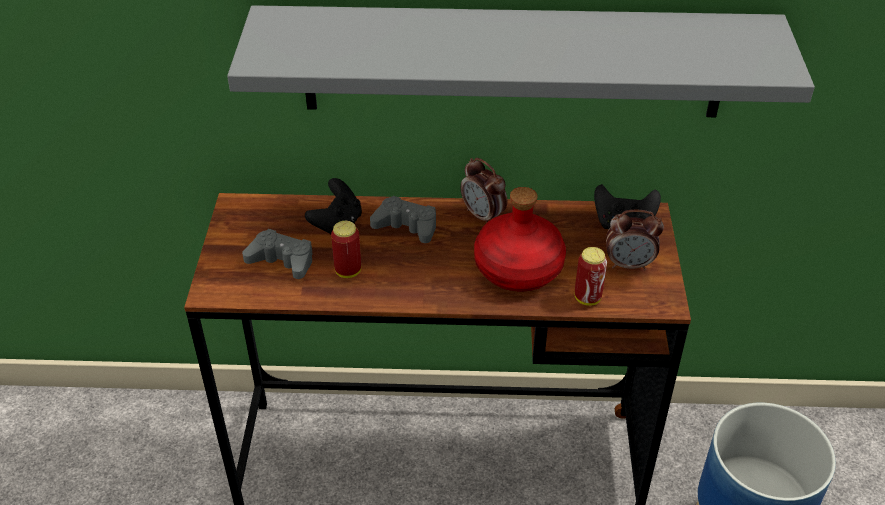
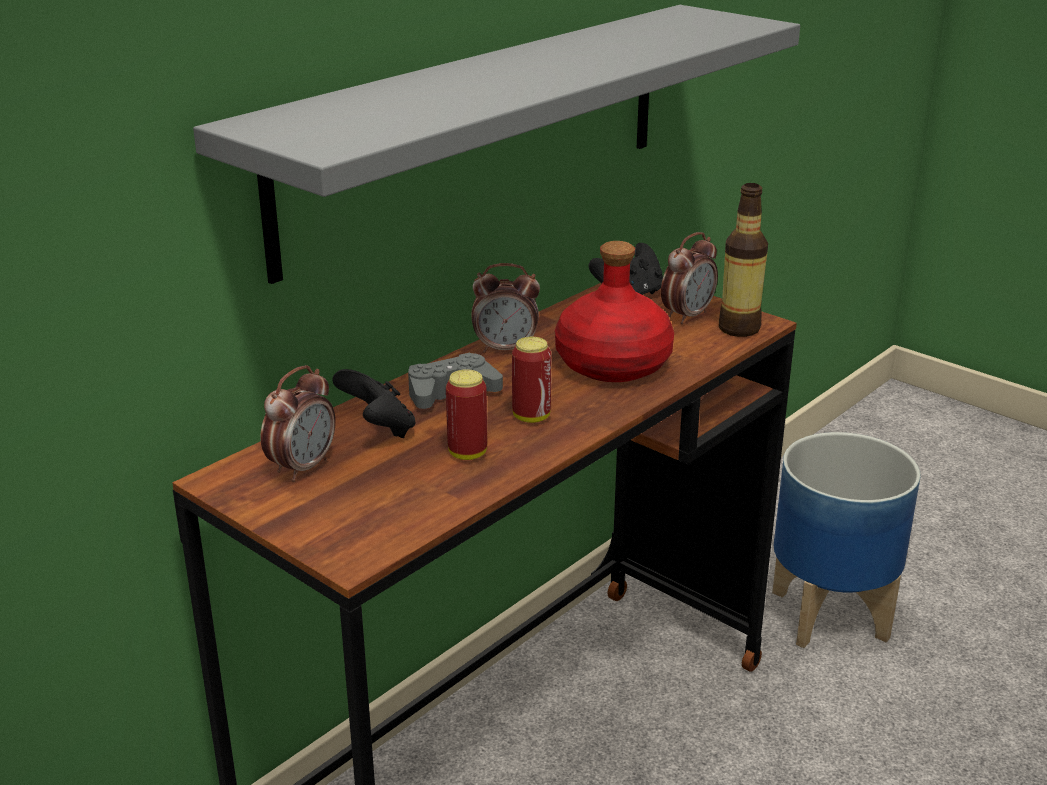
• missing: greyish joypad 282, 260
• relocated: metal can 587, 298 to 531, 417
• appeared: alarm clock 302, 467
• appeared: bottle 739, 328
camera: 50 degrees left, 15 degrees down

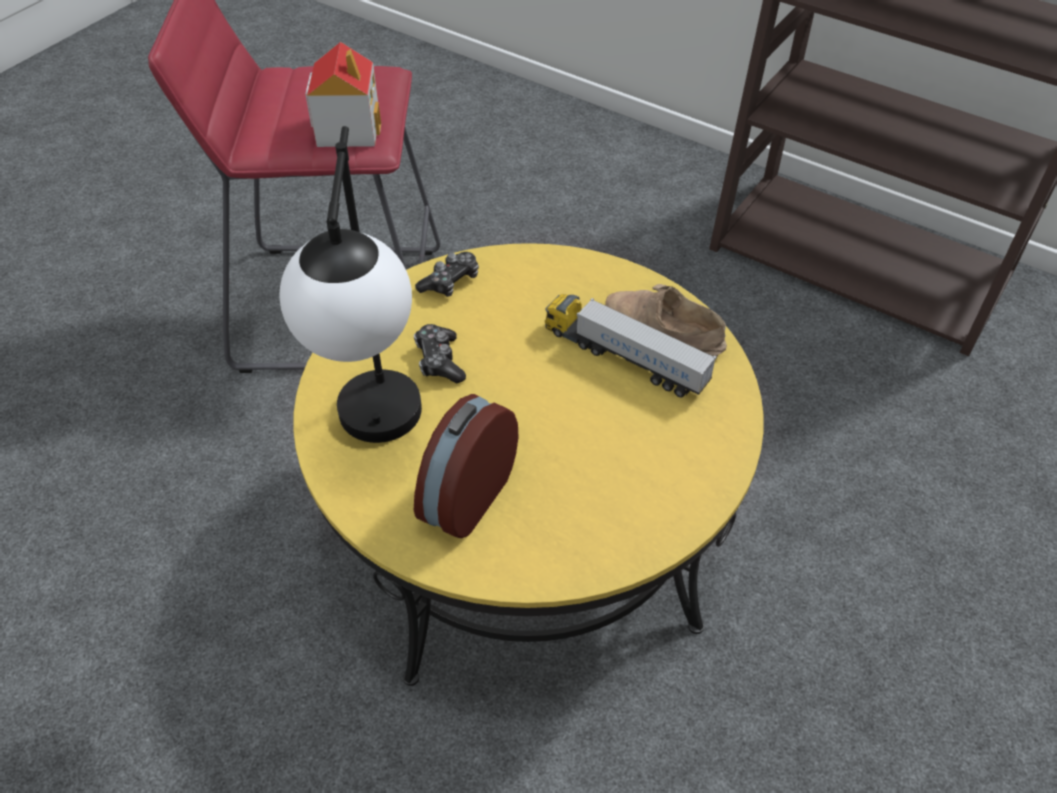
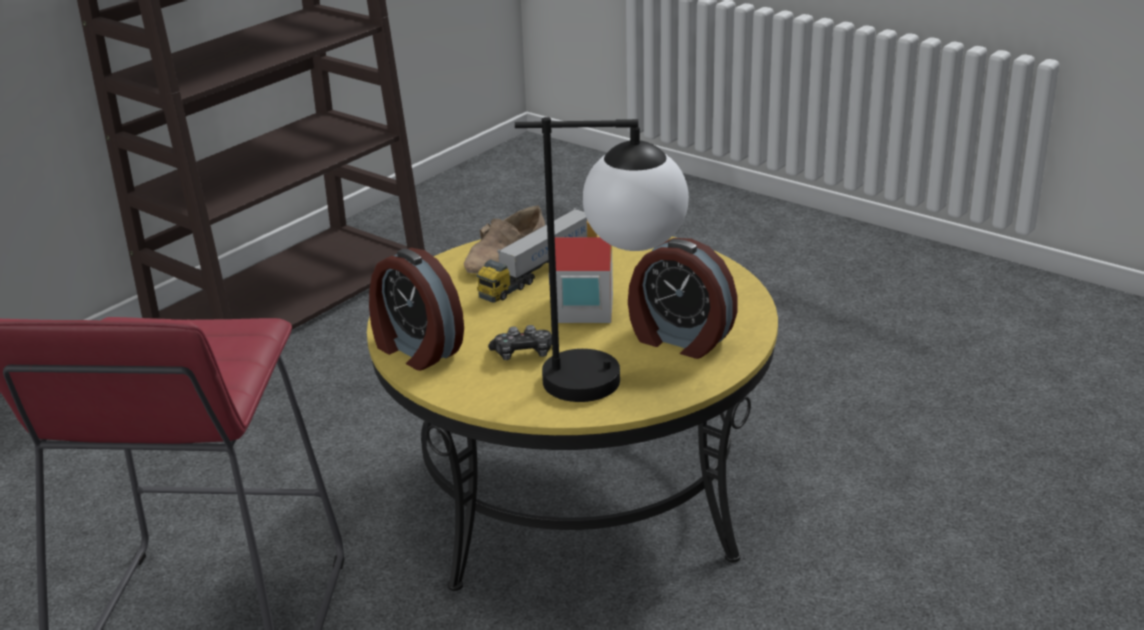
• relocated: model house 348, 128 to 582, 308
• exchanged: joypad 450, 282 to alarm clock 415, 350
camera: 85 degrees left, 20 degrees down

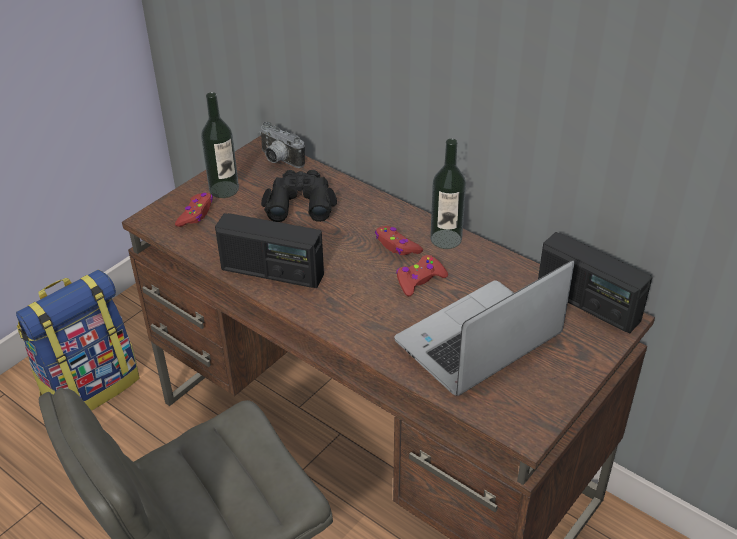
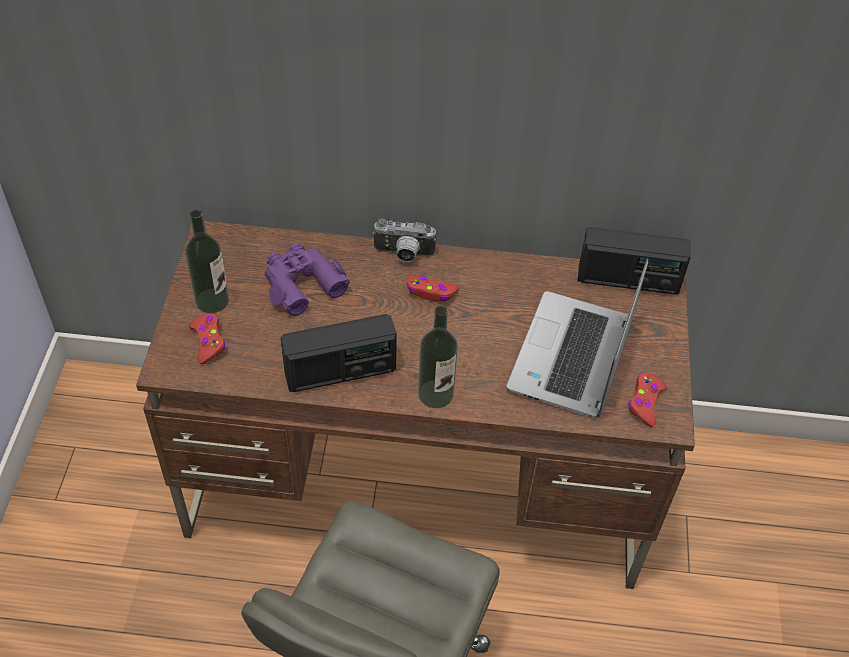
• missing: knapsack 91, 386
• relocated: photo camera 278, 160 to 403, 255
• colour: blackish field glasses 300, 202 to purple-coloured field glasses 302, 283
• relocated: reddish joypad 419, 280 to 645, 402
• relocated: bottle 446, 239 to 435, 394
camera: 35 degrees left, 10 degrees up

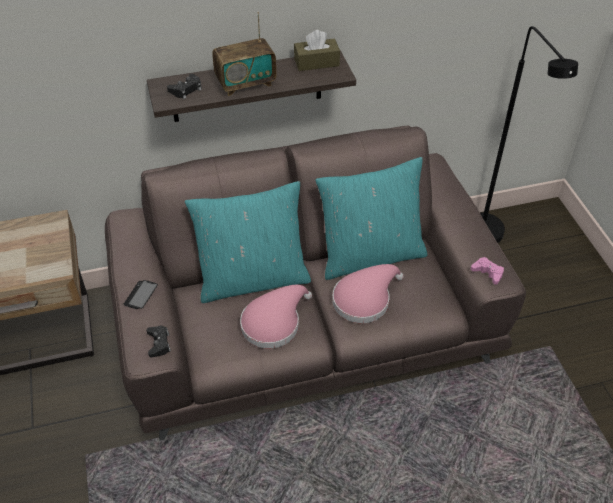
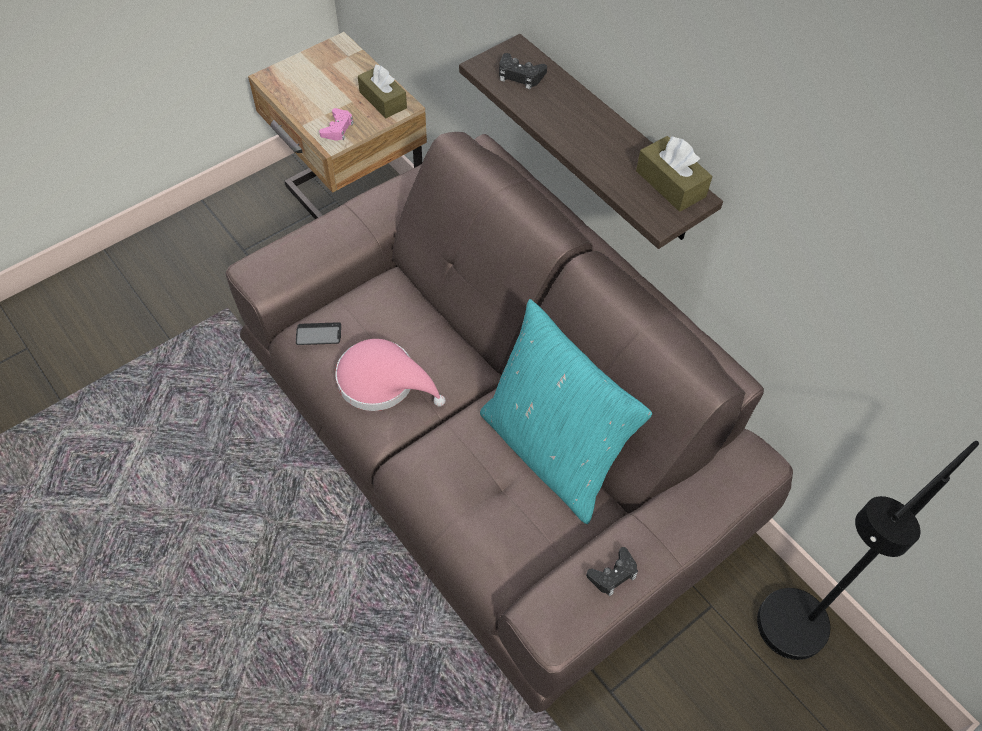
• relocated: phone 141, 295 to 318, 334
• relocated: blackish joypad 159, 343 to 613, 574
• missing: blue-green throw pillow 253, 279
• missing: radio 245, 83
• missing: pink hat 364, 299
• relocated: pink joypad 487, 273 to 337, 128
• appeared: brown box of tissues 383, 100
camera: 65 degrees right, 10 degrees up

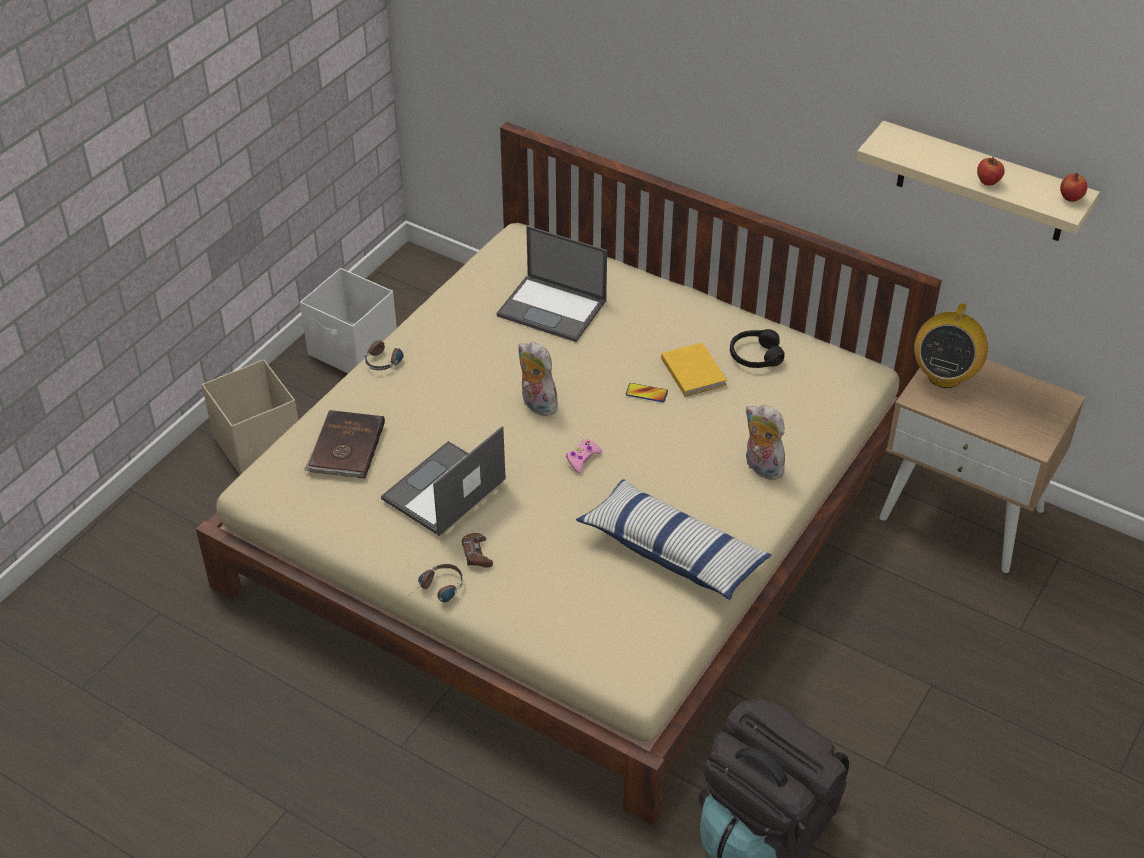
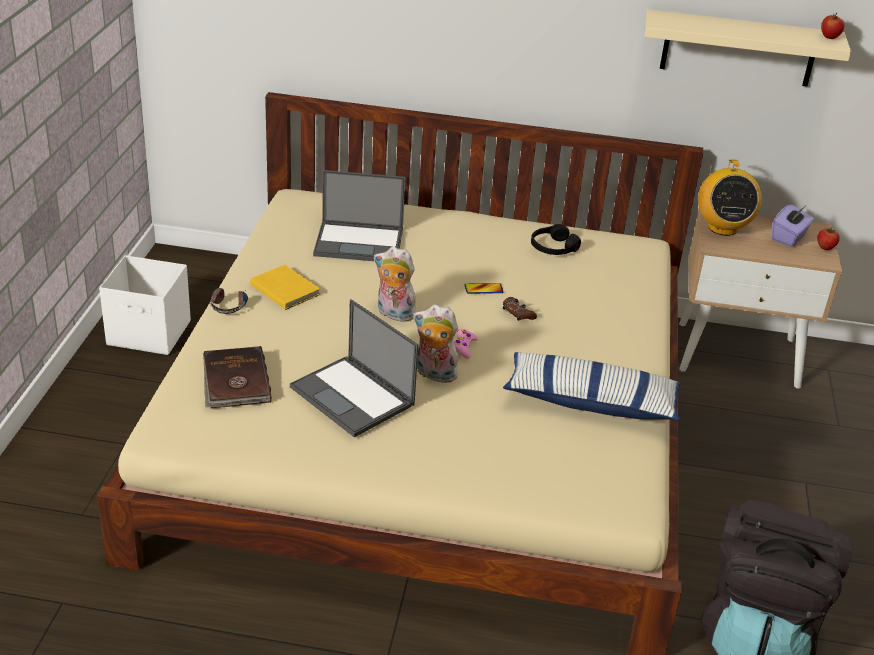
• missing: sand-coloured storage box 258, 444
• spun: portable computer 443, 490 = 353, 396 60 degrees counterclockwise
• missing: pair of headphones 437, 591
• relocated: brown joypad 477, 554 to 518, 313
• relocated: yellowish bound book 693, 370 to 285, 288
• relocated: plush toy 761, 467 to 434, 374
• relocated: whole apple 988, 182 to 825, 248
• appeared: purple-coloured box of tissues 789, 237
camera: 25 degrees left, 10 degrees down

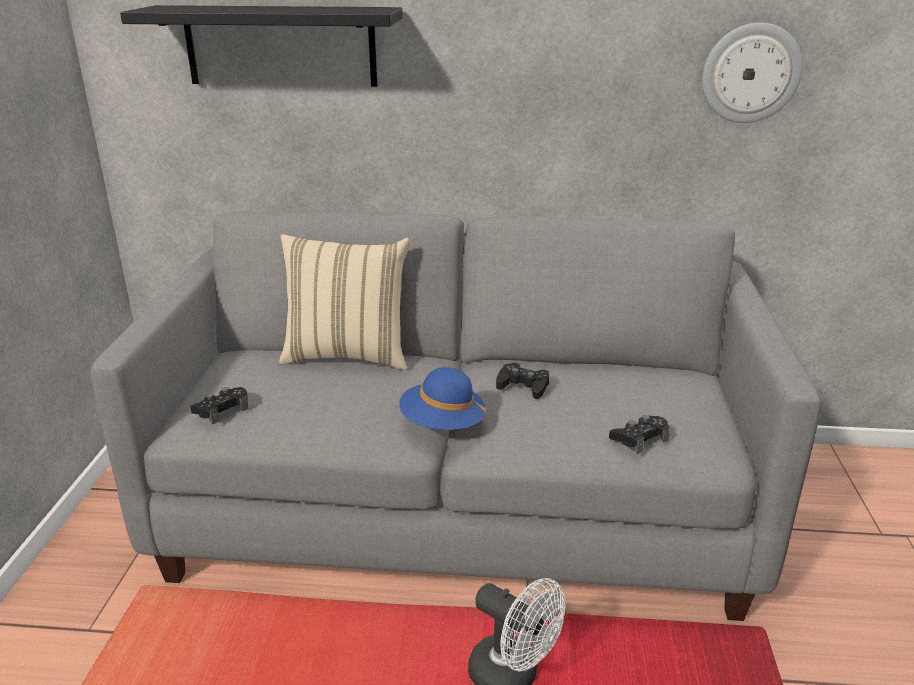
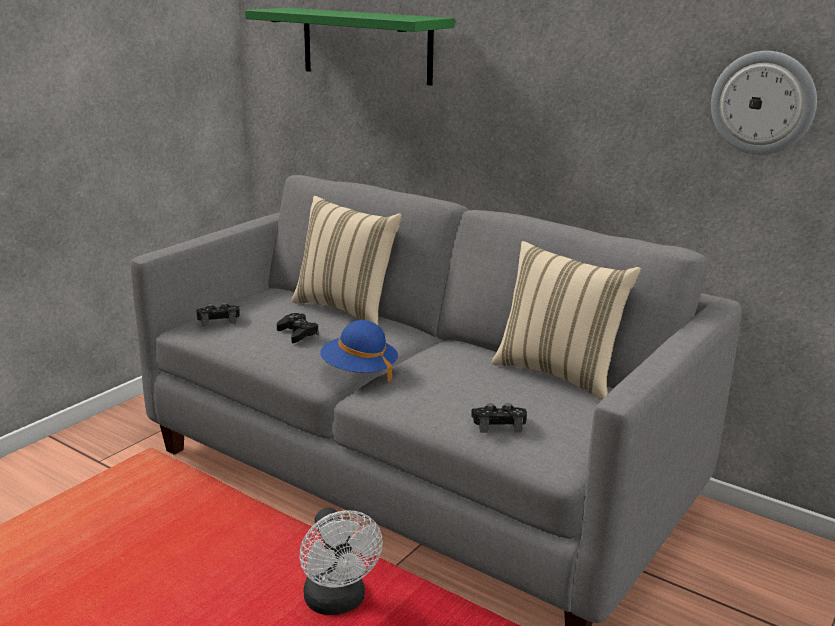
• colour: blackish bracket shelf 280, 46 to green-coloured bracket shelf 366, 45
• relocated: blackish joypad 523, 386 to 297, 333
• appeared: sand-coloured throw pillow 558, 373
camera: 30 degrees right, 5 degrees down

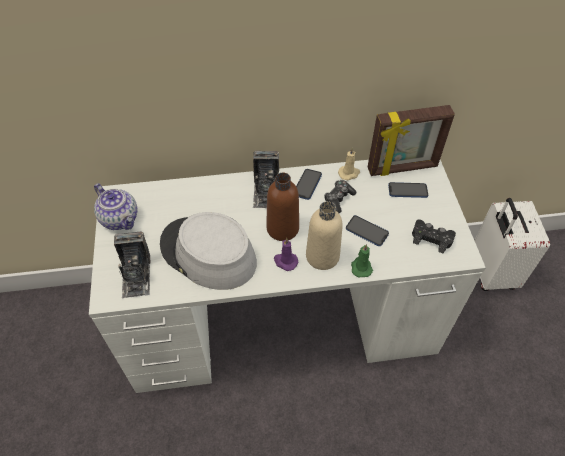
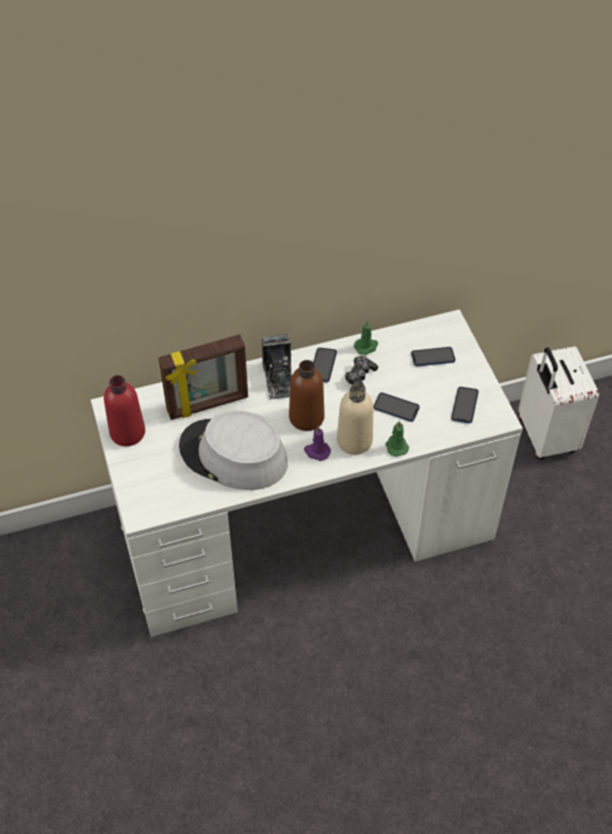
• exchanged: pot for tea 120, 219 to reddish bottle 127, 432
• missing: photo camera 136, 275
• colour: sand-coloured wax candle 349, 173 to green-coloured wax candle 366, 346
• relocated: picture frame 402, 168 to 208, 405
• exchanged: blackish joypad 431, 238 to phone 464, 406
camera: 10 degrees left, 0 degrees up

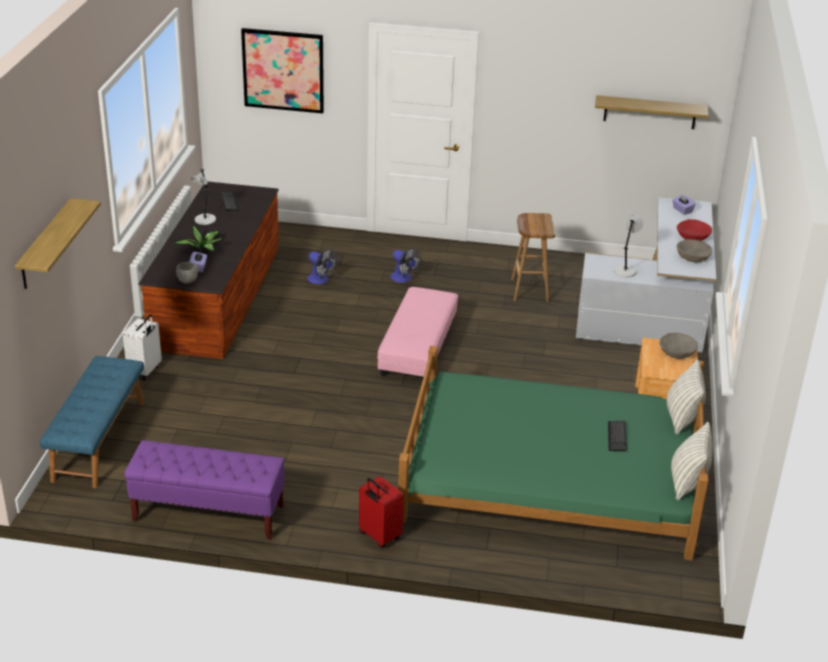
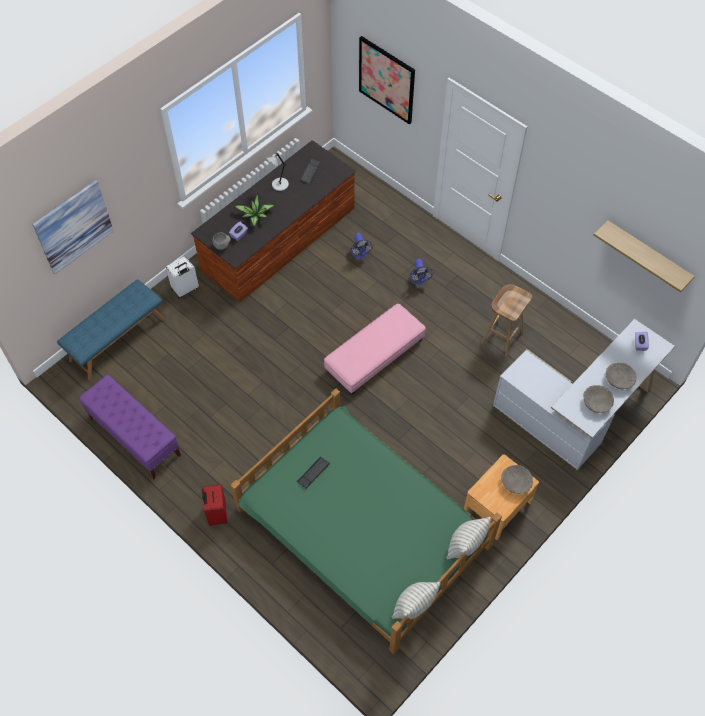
• exchanged: bracket shelf 45, 245 to wall picture 73, 226
• relocated: PC keyboard 616, 437 to 313, 473
• missing: greyish table lamp 625, 271
• colour: reddish deep dish 693, 236 to sand-coloured deep dish 619, 380
camera: 35 degrees right, 25 degrees up

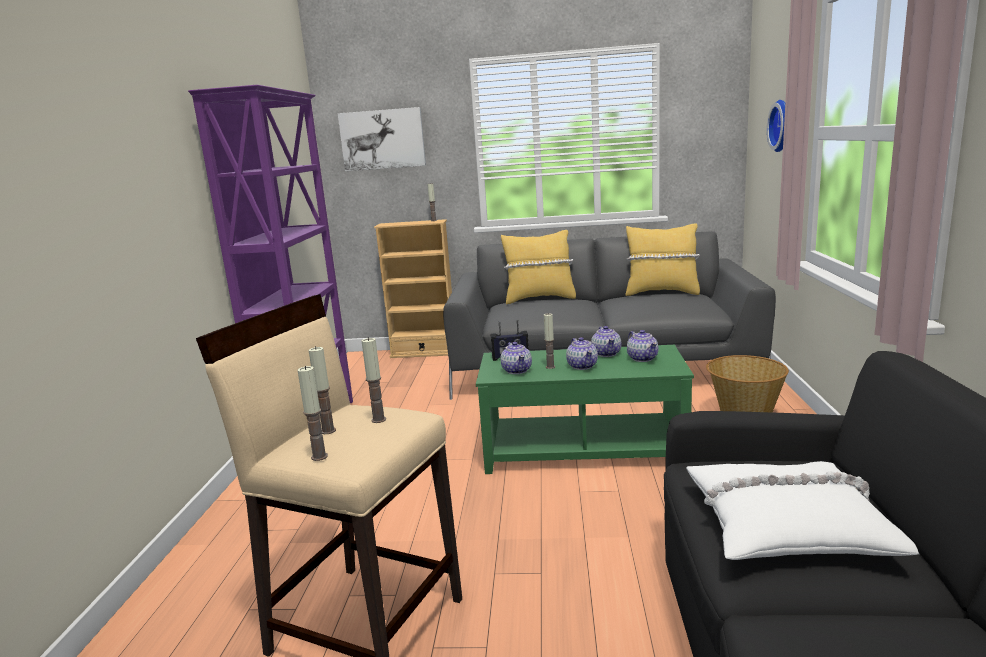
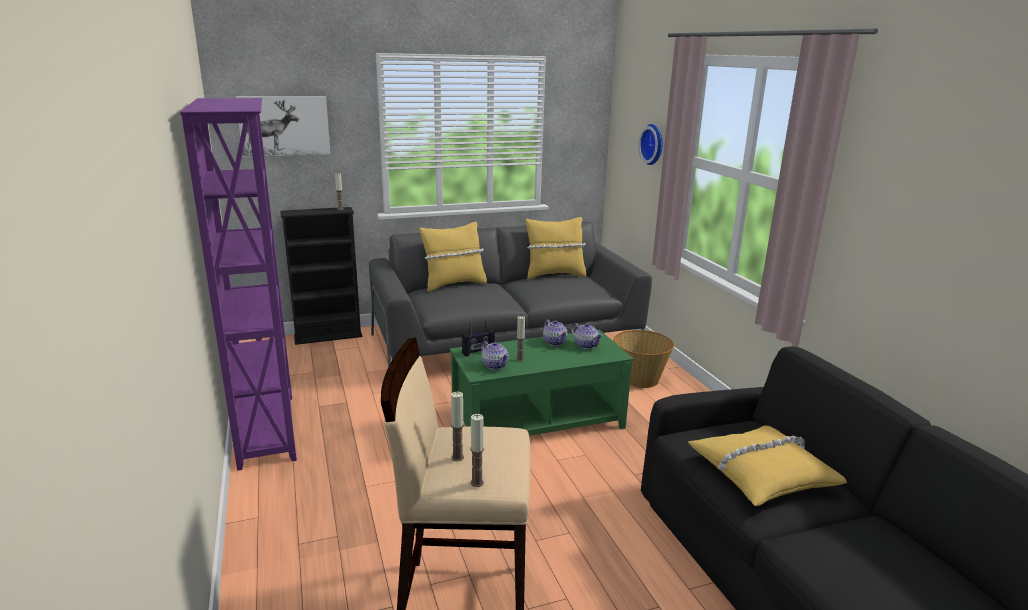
• missing: wax candle 378, 420
• colour: sand-coloured bookshelf 424, 353 to blackish bookshelf 328, 336
• missing: pot for tea 582, 366
• colour: white throw pillow 785, 524 to yellowish throw pillow 761, 473
camera: 25 degrees left, 5 degrees up

